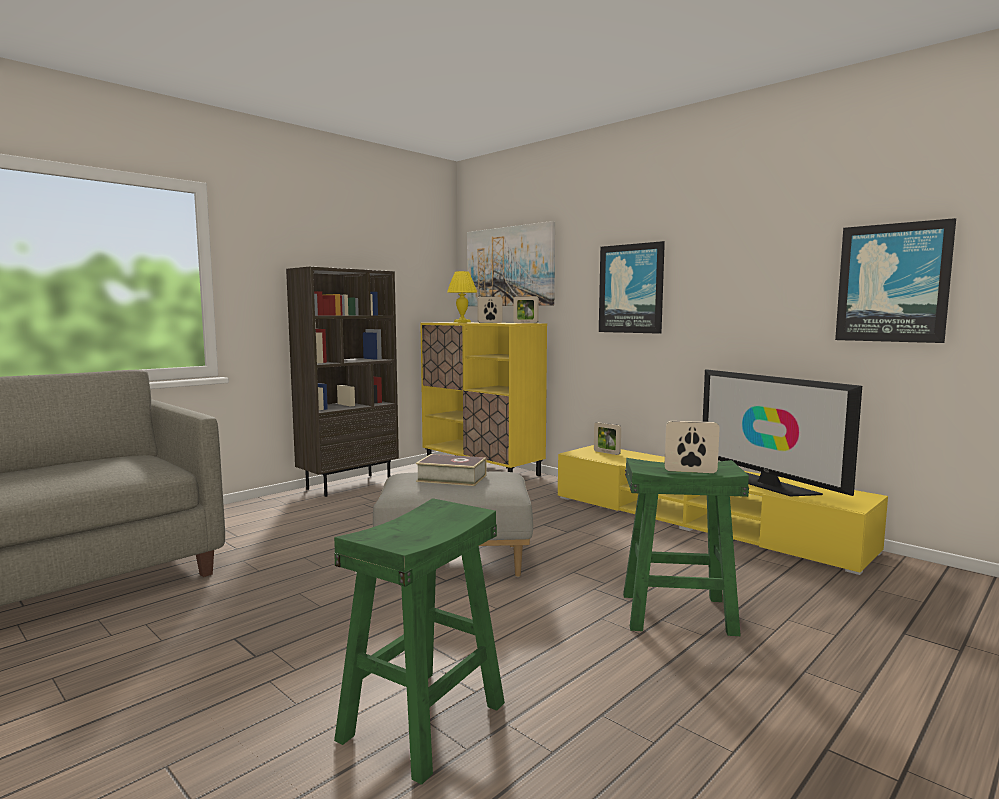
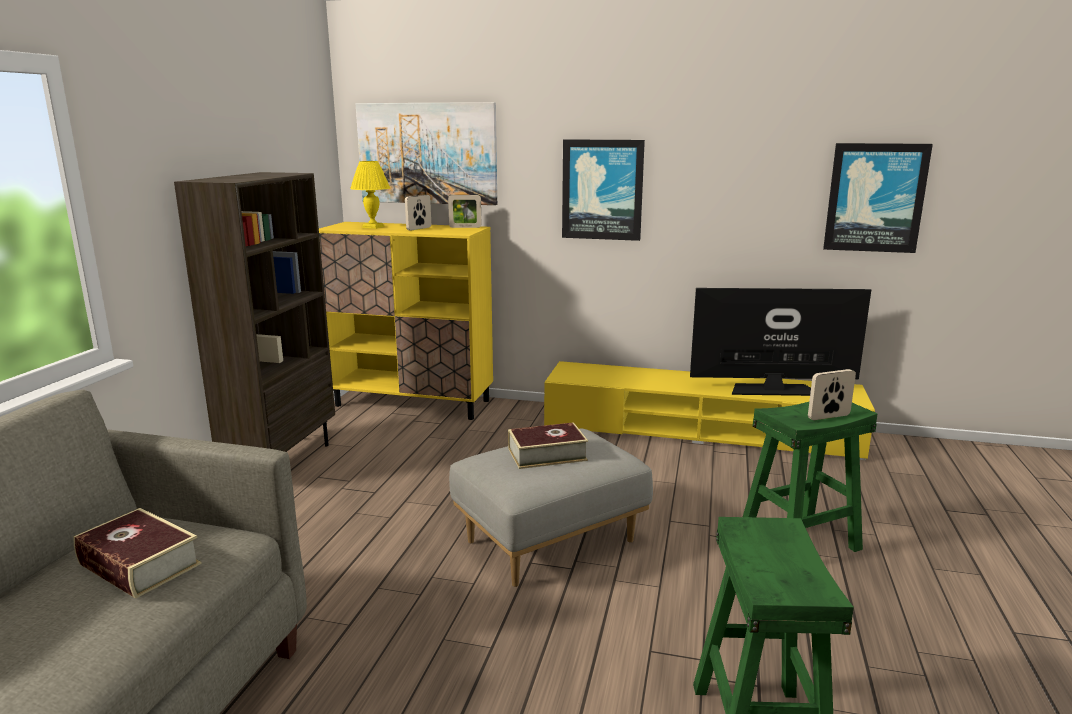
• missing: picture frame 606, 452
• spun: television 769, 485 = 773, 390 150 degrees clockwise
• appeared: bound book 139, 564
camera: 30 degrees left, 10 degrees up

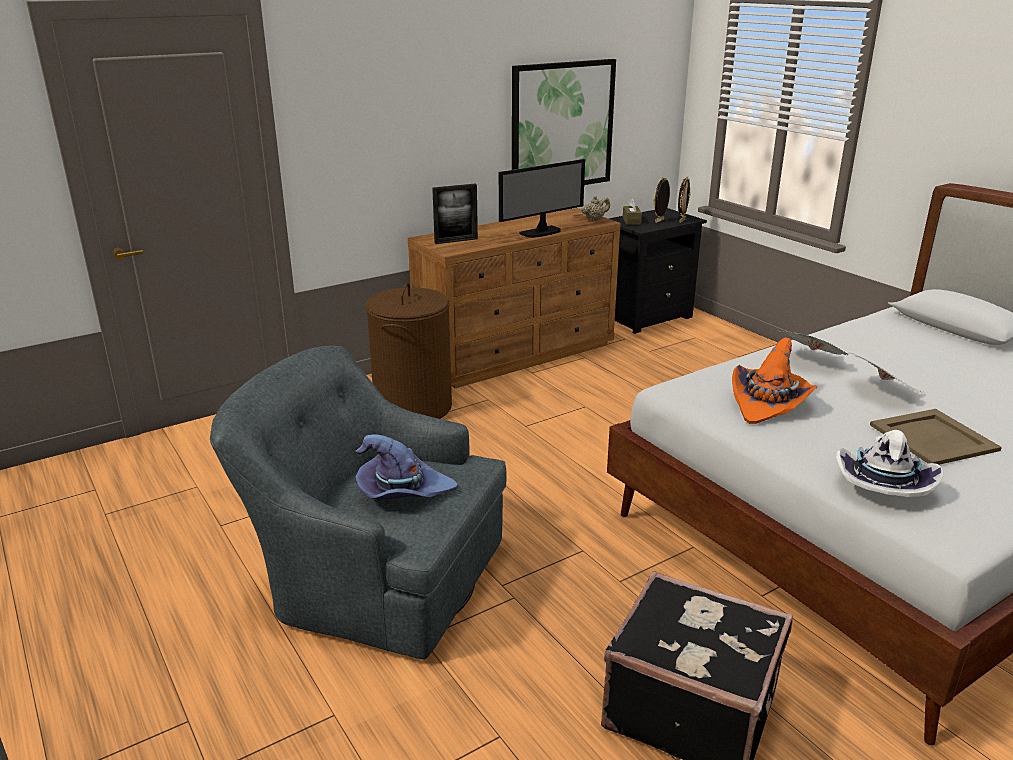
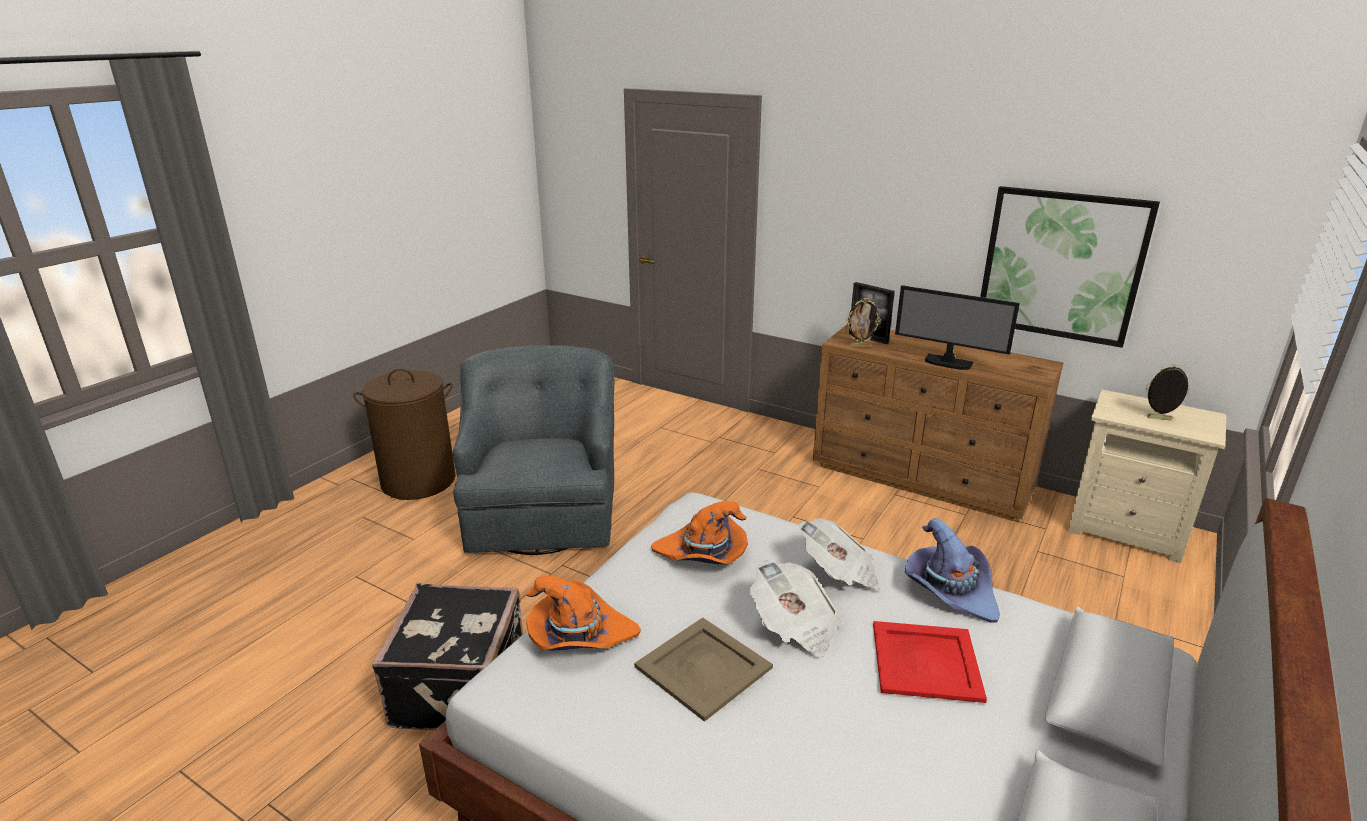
• relocated: purple-coloured hat 402, 491 to 950, 590
• relocated: brown hamper 412, 407 to 418, 481
• missing: sand-coloured pot for tea 595, 219
• colour: blackish bedside table 646, 317 to sand-coloured bedside table 1127, 530
• missing: brown box of tissues 631, 221
• relocated: picture frame 681, 221 to 860, 346
• colour: white hat 882, 484 to orangey hat 579, 635
• appeared: reddish tray 925, 660
camera: 65 degrees right, 0 degrees up

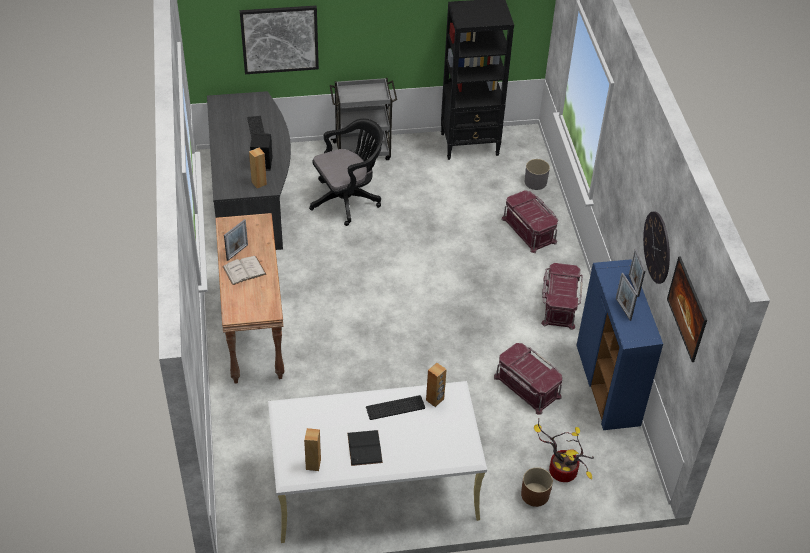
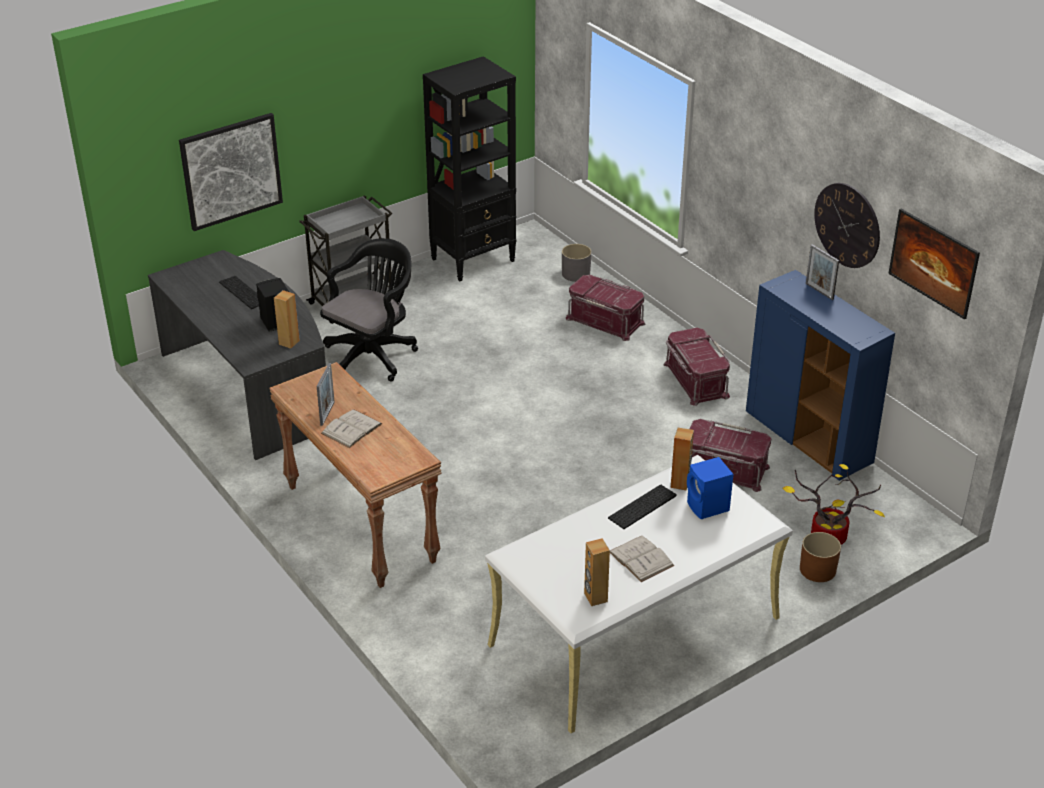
• colour: blackish bound book 364, 447 to white bound book 641, 558
• missing: picture frame 623, 309
• appeared: blue loudspeaker 708, 507
camera: 25 degrees left, 10 degrees down

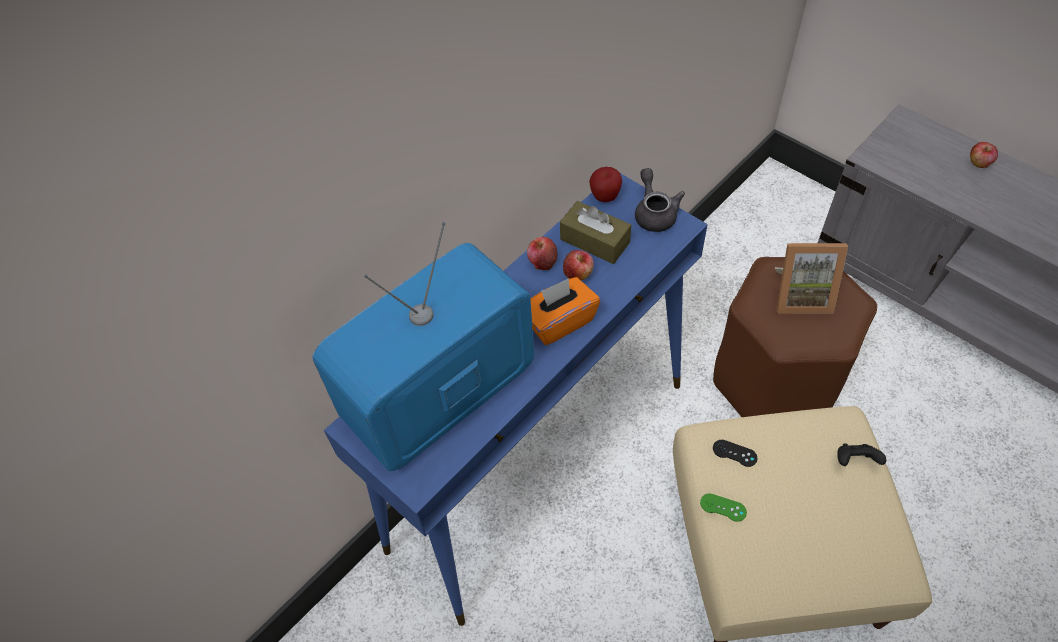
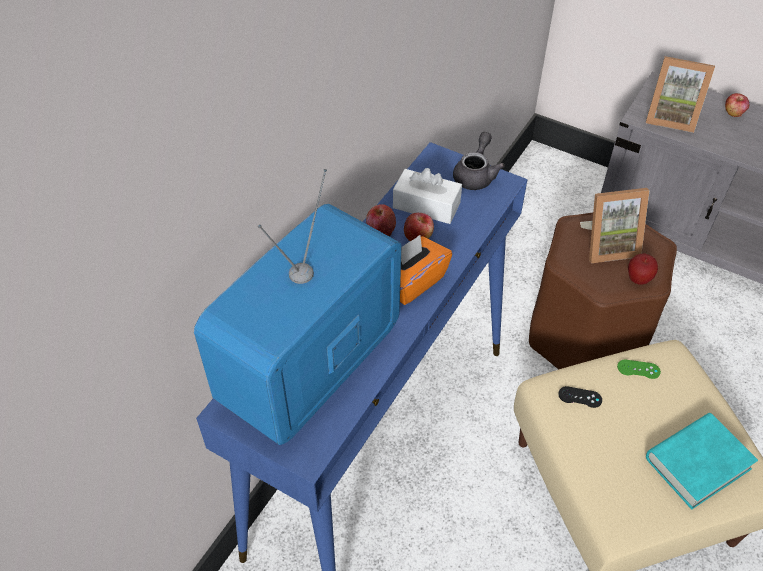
• colour: brown box of tissues 594, 241 to white box of tissues 426, 205
• relocated: whole apple 605, 197 to 638, 280
• spun: greyish pot for tea 654, 213 = 476, 174 45 degrees clockwise
• relocated: green-coloured joypad 723, 507 to 638, 369
• missing: blackish joypad 855, 461
• appeared: picture frame 670, 117
• appeared: blue-green bound book 697, 463
camera: 15 degrees left, 5 degrees down

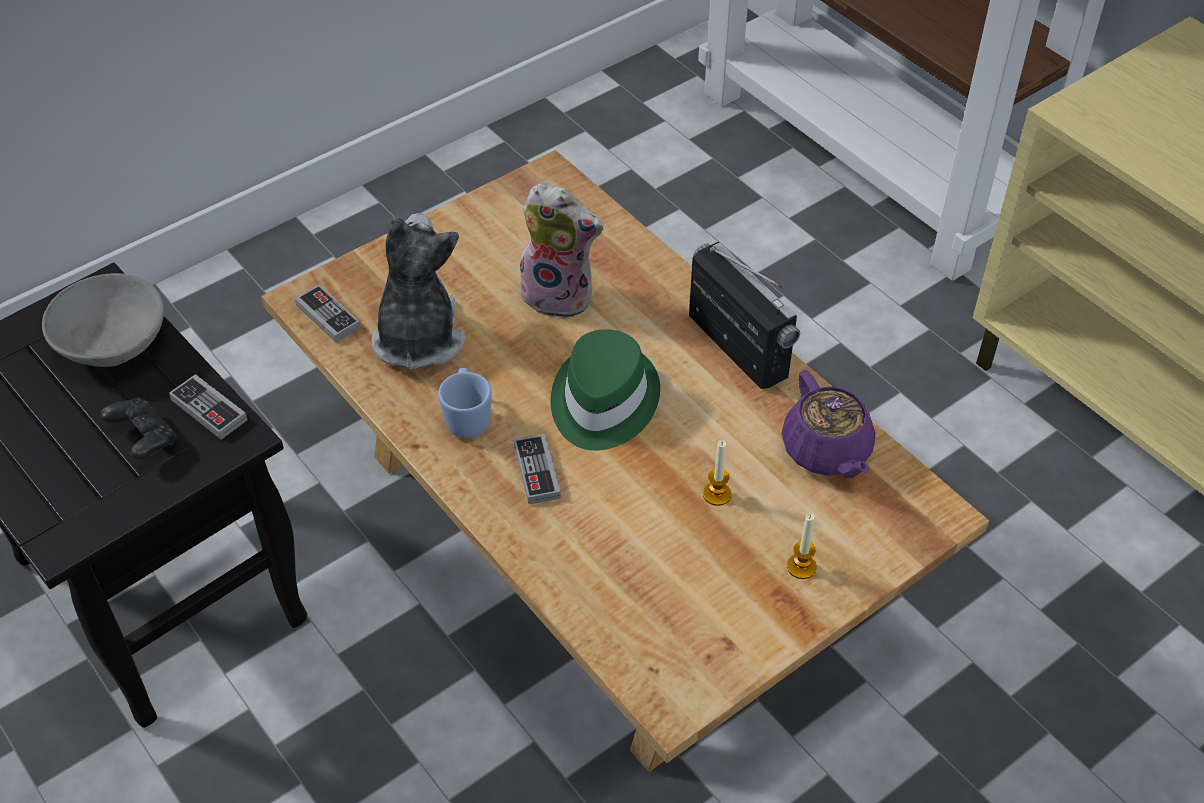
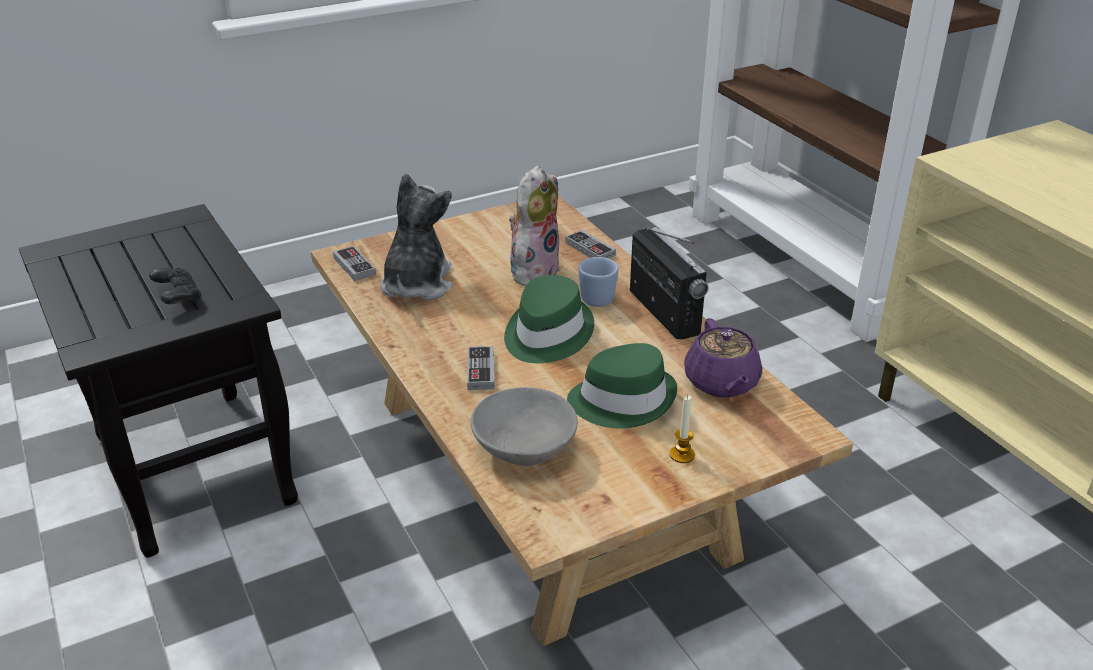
• relocated: greyish deep dish 112, 344 to 524, 448
• relocated: joypad 209, 410 to 590, 249
• relocated: blue mug 467, 418 to 597, 296
• spun: plush toy 560, 295 = 533, 270 90 degrees counterclockwise
• exchanged: wax candle 717, 494 to green-coloured hat 623, 400
camera: 10 degrees right, 15 degrees down

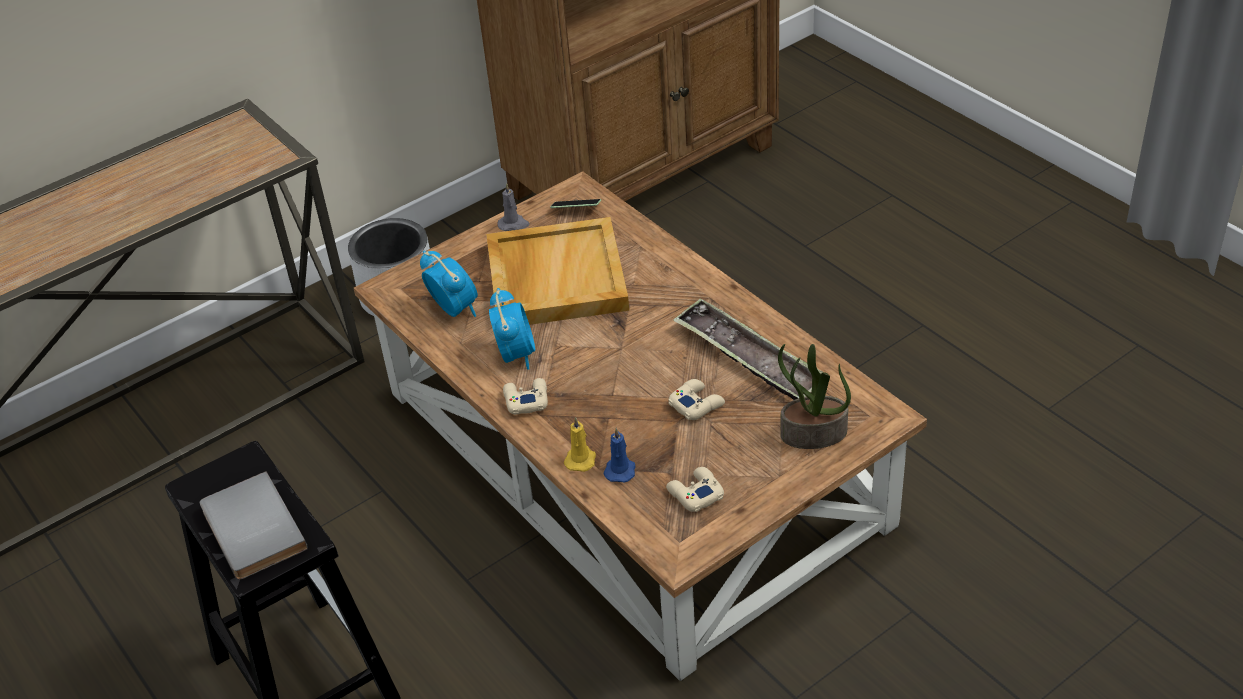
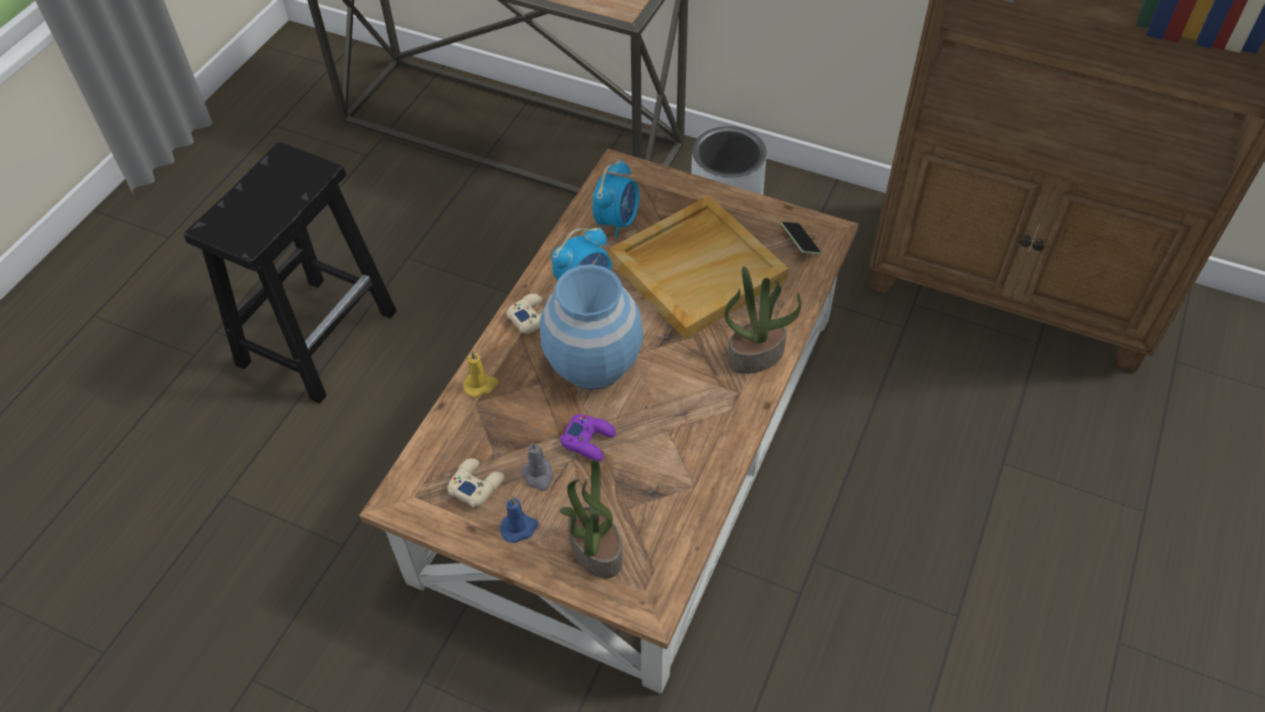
• missing: greyish bound book 250, 530
• relocated: greyish wax candle 514, 224 to 538, 476
• relocated: blue wax candle 620, 470 to 519, 528
• colour: sand-coloured joypad 696, 404 to purple-coloured joypad 589, 440
• missing: tray 749, 358
• appeared: blue vase 593, 364
• appeared: houseplant 756, 354
camera: 60 degrees right, 10 degrees up

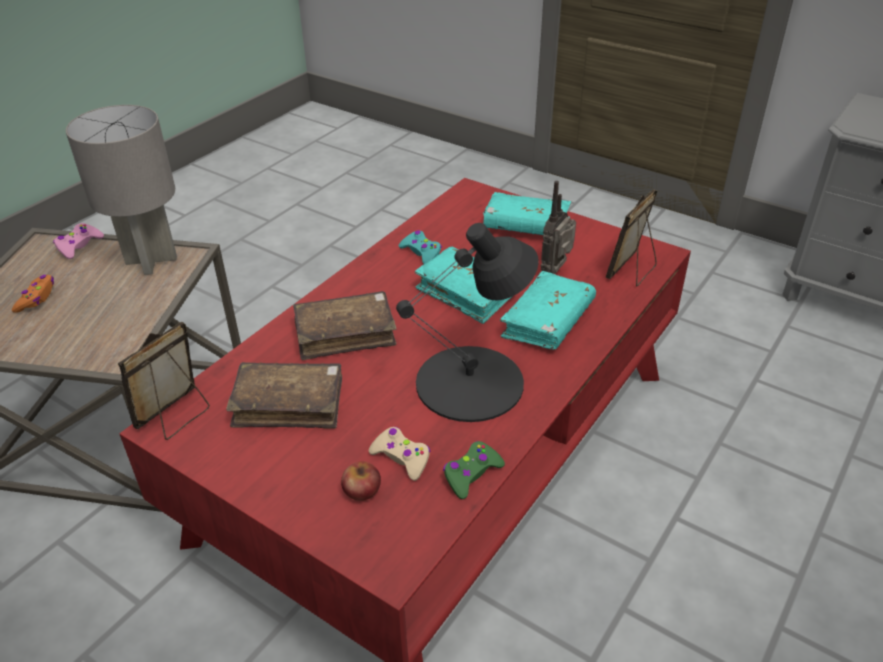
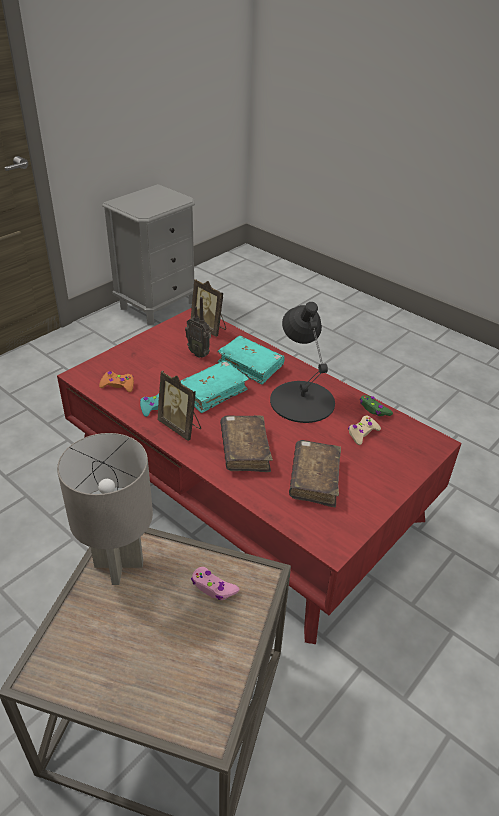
• relocated: orangey joypad 36, 298 to 118, 385
• relocated: pink joypad 79, 246 to 213, 587
• relocated: picture frame 176, 416 to 181, 427
• missing: whole apple 362, 490
• missing: blue-green bound book 526, 226
camera: 85 degrees left, 0 degrees up

